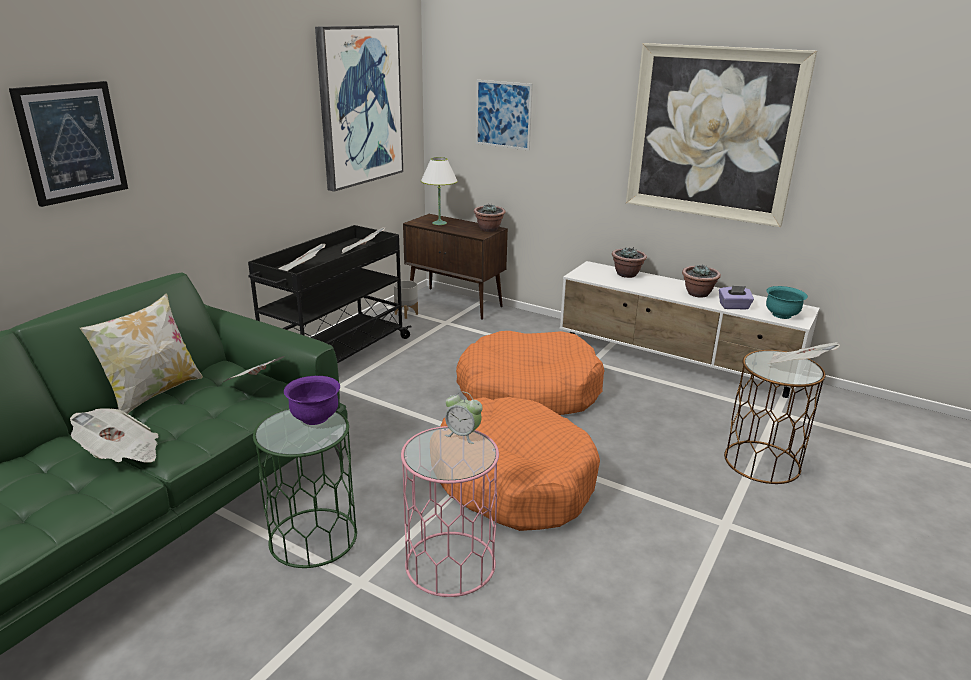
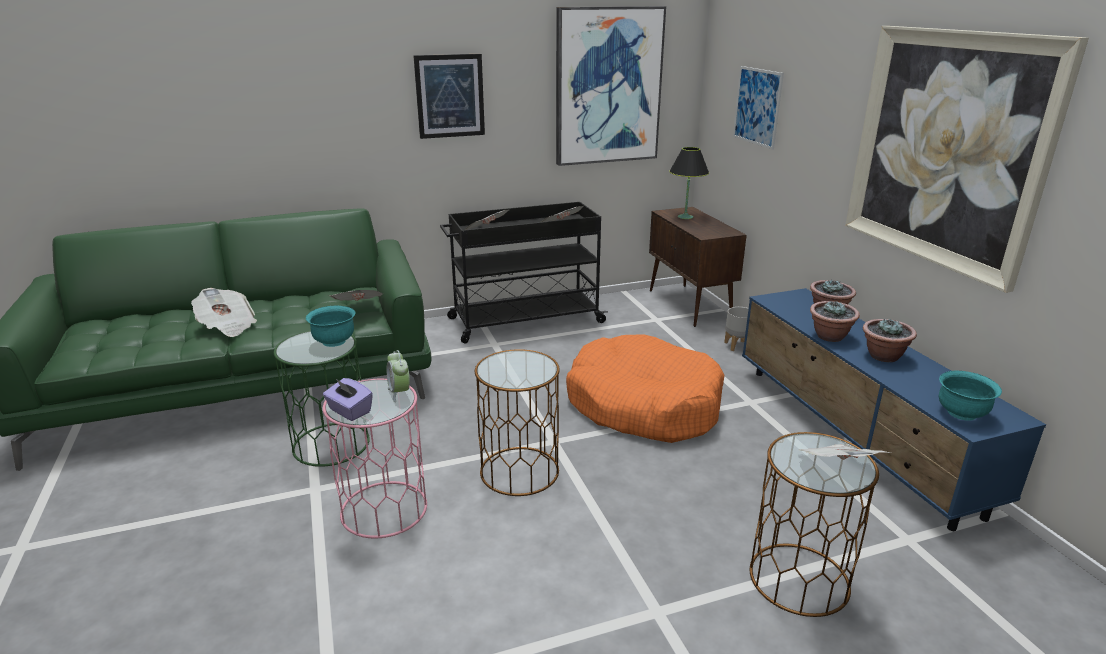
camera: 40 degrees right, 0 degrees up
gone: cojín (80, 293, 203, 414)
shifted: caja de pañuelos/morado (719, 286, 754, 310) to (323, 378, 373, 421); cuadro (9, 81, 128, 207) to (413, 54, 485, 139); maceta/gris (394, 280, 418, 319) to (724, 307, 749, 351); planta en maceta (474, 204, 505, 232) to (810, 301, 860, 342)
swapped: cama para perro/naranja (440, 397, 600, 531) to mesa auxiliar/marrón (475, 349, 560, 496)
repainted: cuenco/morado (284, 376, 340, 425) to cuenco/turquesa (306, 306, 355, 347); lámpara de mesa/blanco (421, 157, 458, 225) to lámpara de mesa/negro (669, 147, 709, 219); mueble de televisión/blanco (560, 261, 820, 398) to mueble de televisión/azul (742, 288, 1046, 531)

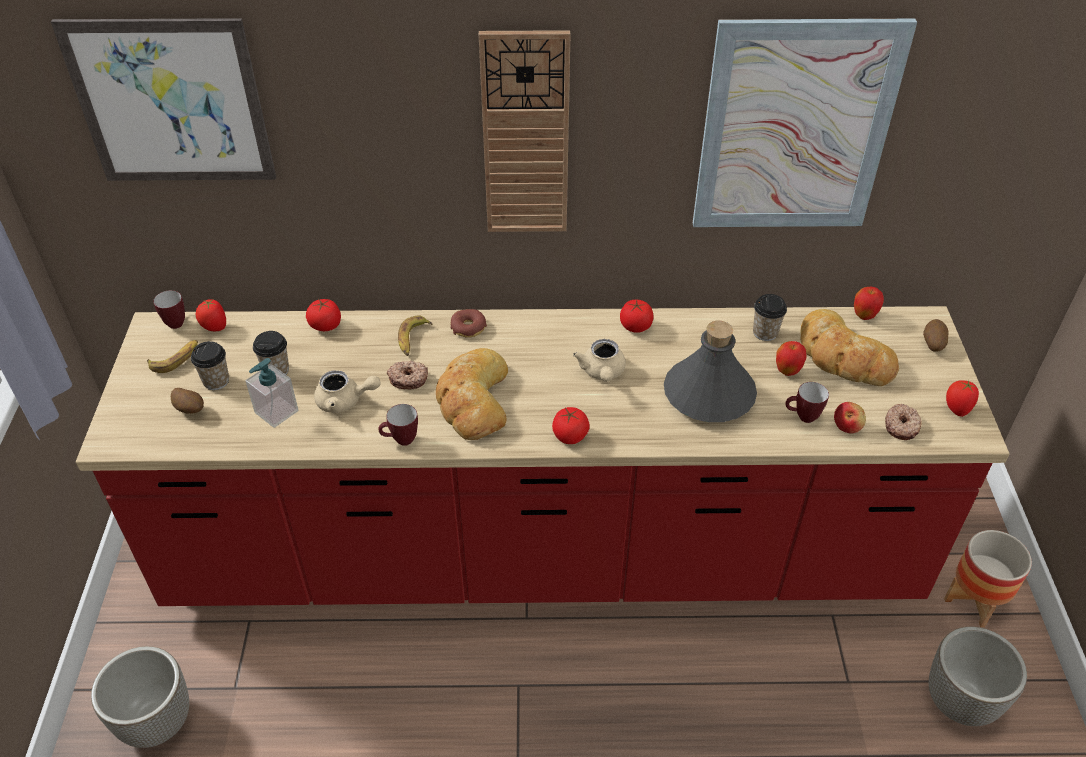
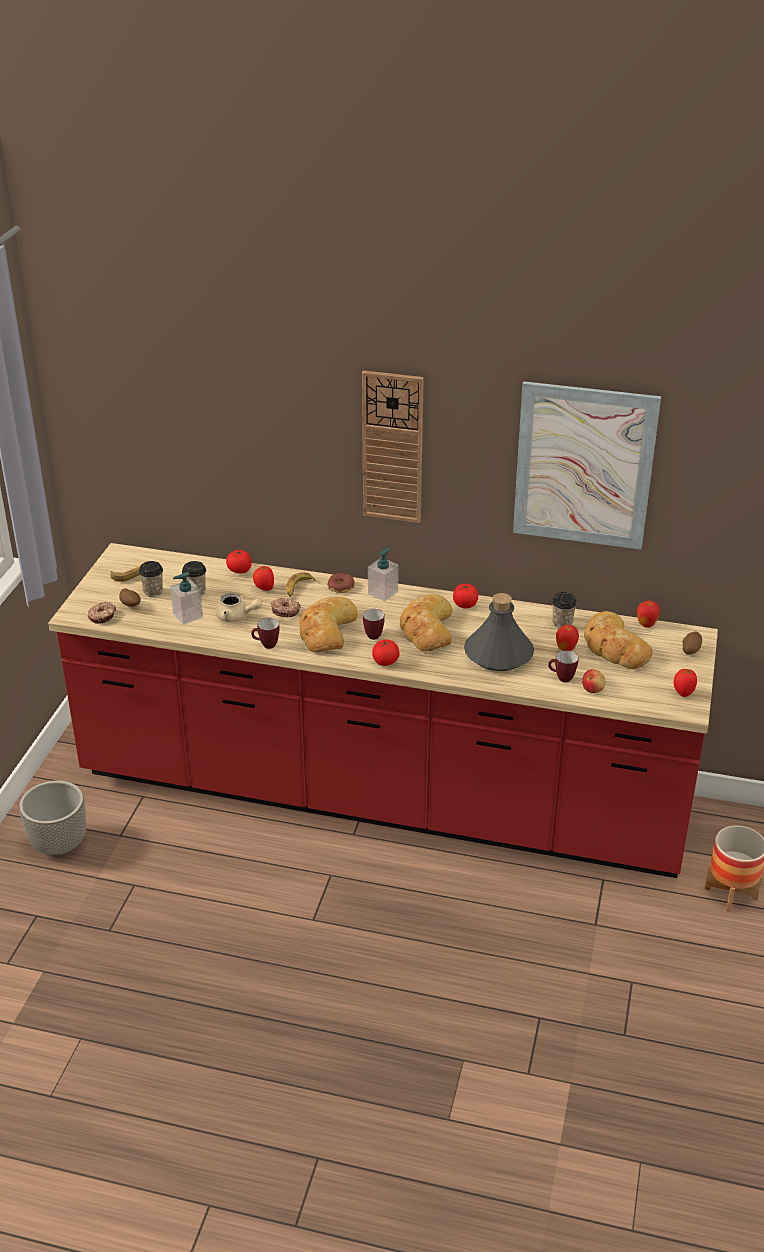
camera: 15 degrees right, 10 degrees down
gone: cuadro (51, 18, 276, 181); maceta (929, 627, 1027, 726)
new: dispensador de jabón (368, 547, 399, 601)
shifted: rosquilla (885, 404, 922, 440) to (88, 602, 116, 624); tomate (196, 299, 226, 331) to (253, 566, 274, 591); taza grande (153, 290, 185, 329) to (363, 609, 385, 640)
swapped: tetera/beis (573, 339, 626, 382) to pan (400, 594, 452, 652)

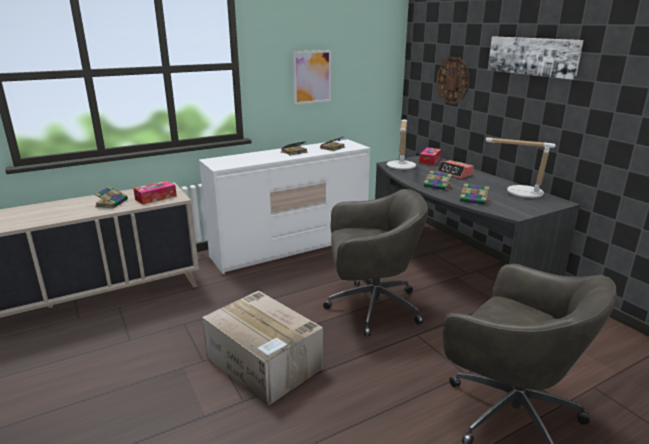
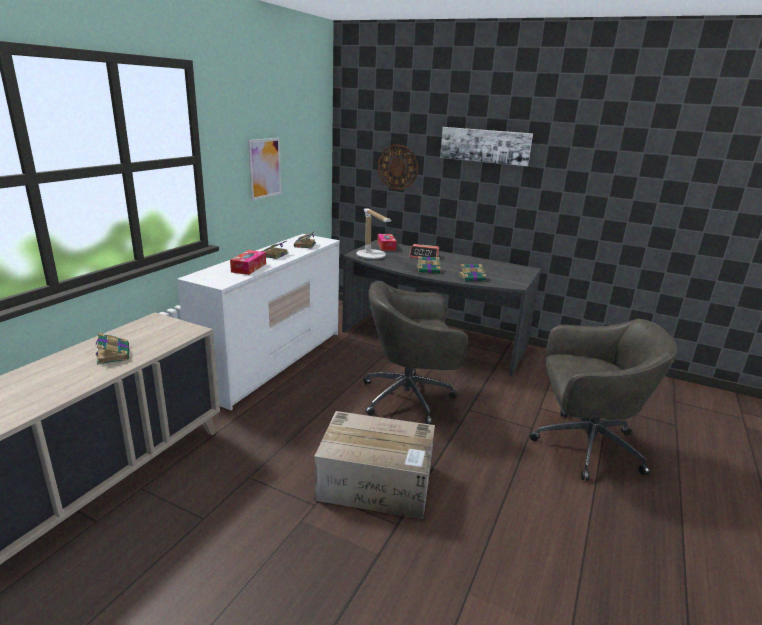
camera: 35 degrees left, 0 degrees up
gone: lámpara de mesa (486, 137, 556, 198)
shifted: caja de pañuelos (133, 181, 177, 204) to (230, 250, 266, 275)
rotated: silla de oficina/gris (323, 189, 428, 336) = (363, 281, 468, 425) 150 degrees counterclockwise

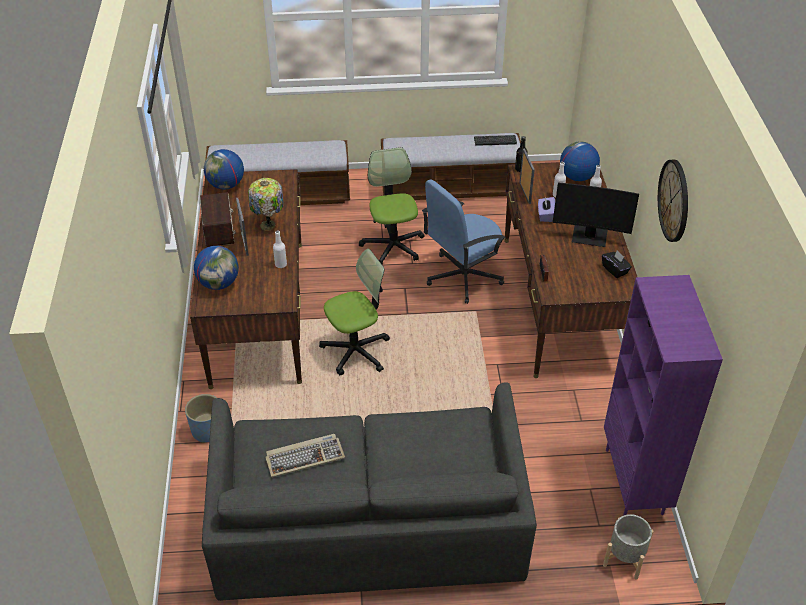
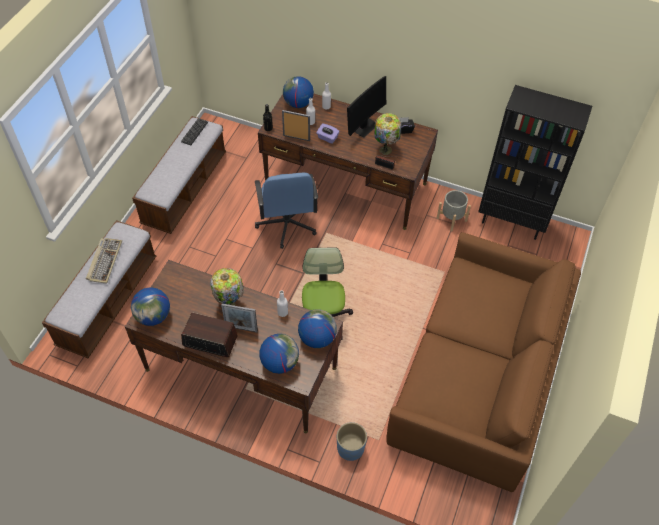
camera: 65 degrees left, 10 degrees up
gone: silla de oficina (359, 147, 425, 264); reloj de pared (658, 159, 688, 242)
new: globo terráqueo (298, 309, 337, 348); lámpara de mesa (374, 113, 401, 155)
shifted: teclado (265, 434, 345, 478) to (86, 238, 122, 284); maceta/gris (603, 514, 654, 579) to (437, 190, 471, 232)
repainted: sofá/gris (202, 382, 537, 601) to sofá/marrón (386, 232, 581, 492); estantería/morado (604, 275, 723, 516) to estantería/negro (478, 85, 592, 240)

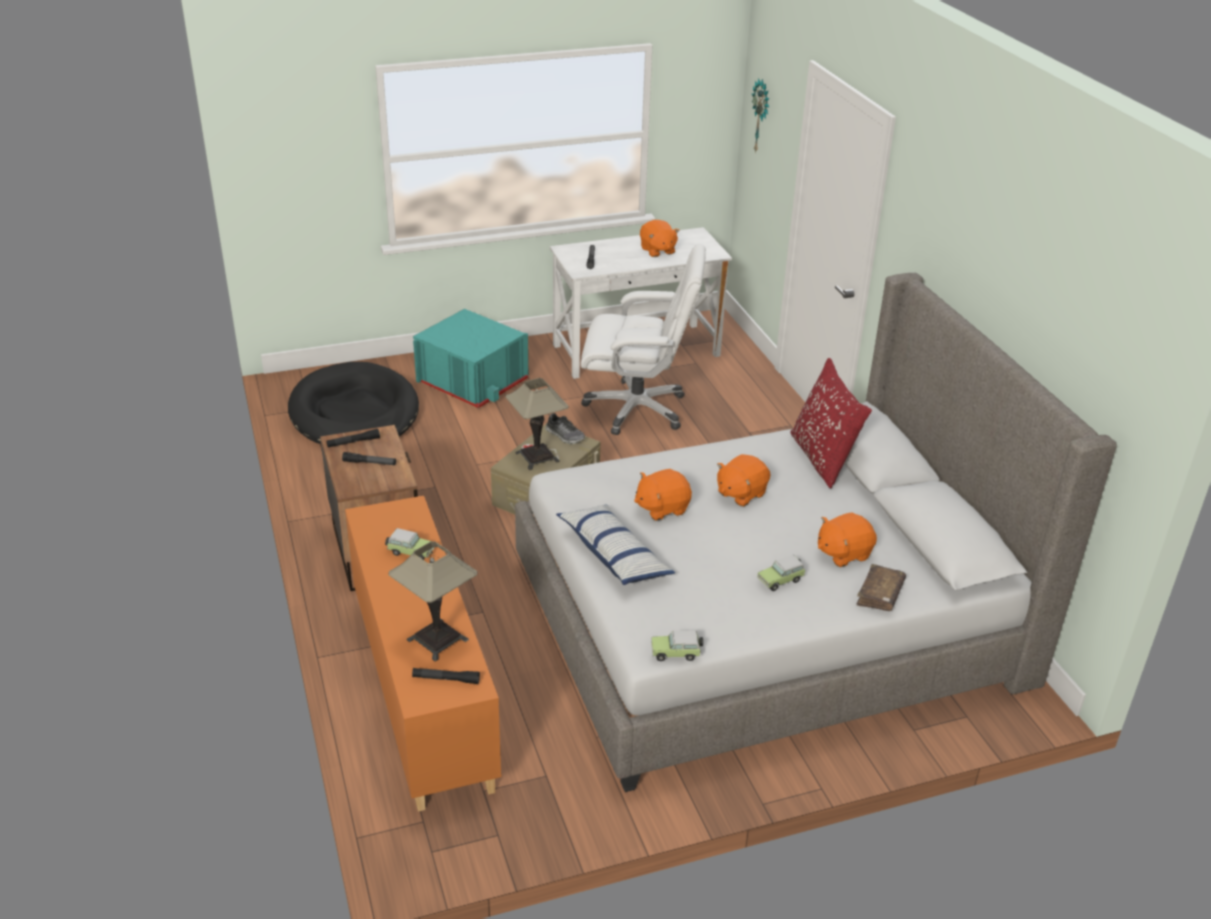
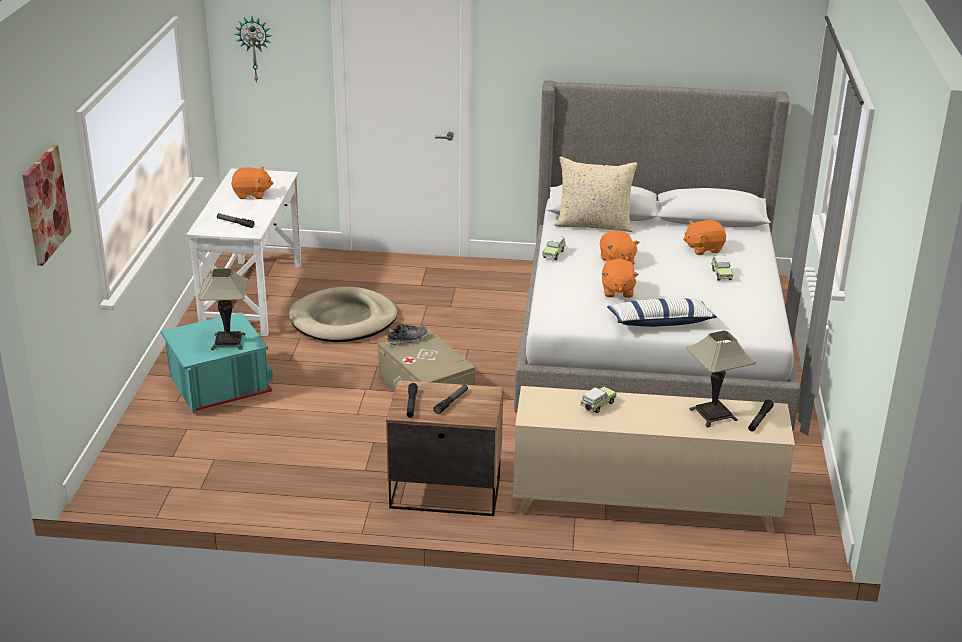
camera: 65 degrees left, 5 degrees down
gone: cama para perro/negro (288, 362, 419, 444); libro/marrón (857, 564, 906, 611)
new: cuadro (22, 145, 71, 266)
shifted: lámpara de mesa (505, 378, 569, 470) to (198, 268, 248, 350); coche de juguete (651, 631, 703, 661) to (542, 235, 566, 260)
swapped: silla de oficina/blanco (581, 244, 706, 435) to cama para perro/beis (289, 287, 397, 342)
repainted: armario/naranja (345, 496, 501, 812) to armario/beis (513, 386, 795, 533); cojín/rojo (791, 358, 872, 488) to cojín/beis (554, 157, 637, 232)
rotated: peluche/naranja (818, 513, 877, 567) = (683, 220, 726, 255) 75 degrees clockwise

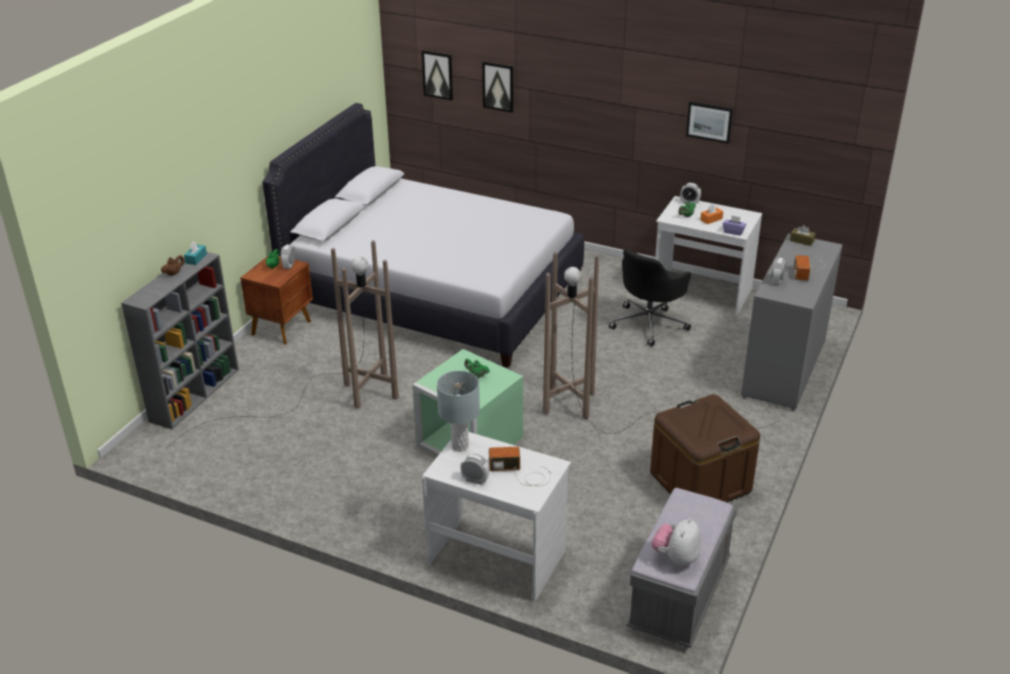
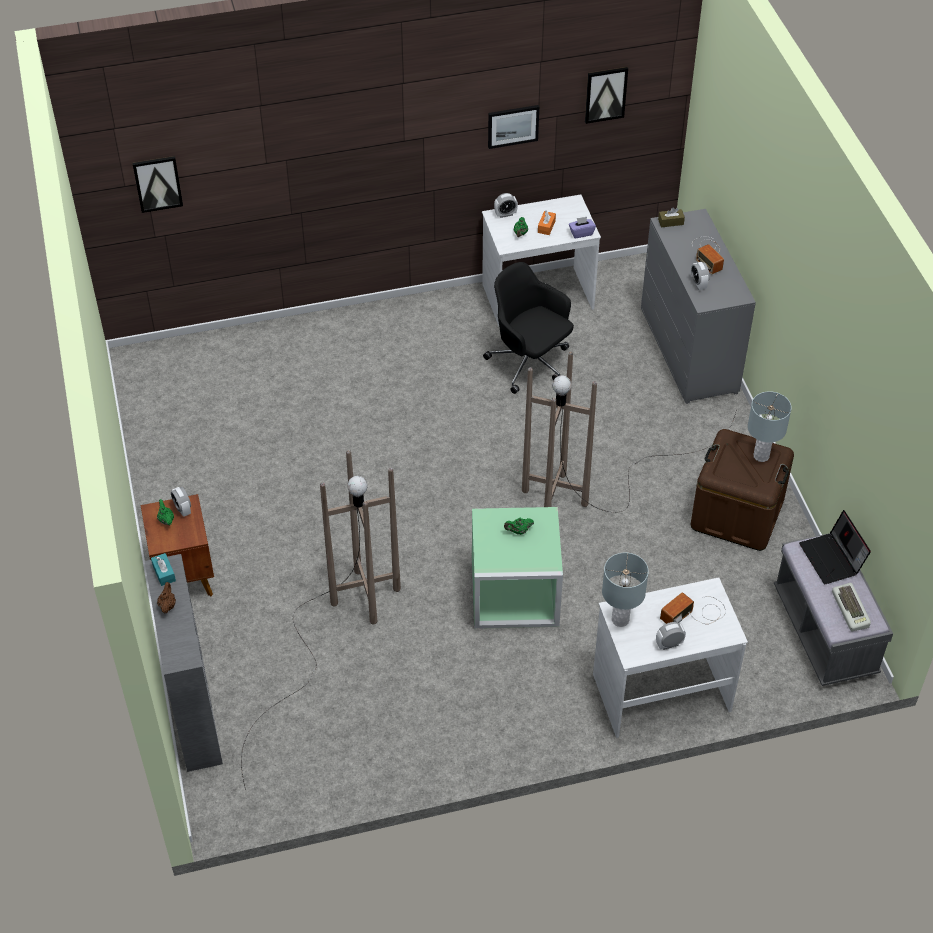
camera: 40 degrees left, 15 degrees up
gone: cama/blanco (262, 103, 584, 368)
new: lámpara de mesa/gris (748, 391, 792, 462); portátil (799, 510, 871, 584)
shifted: cuadro (482, 61, 513, 113) to (585, 67, 628, 124)
swapped: peluche (652, 518, 701, 566) to teclado (832, 583, 871, 631)
rotated: silla de oficina/negro (609, 249, 691, 347) = (483, 262, 574, 394) 135 degrees clockwise

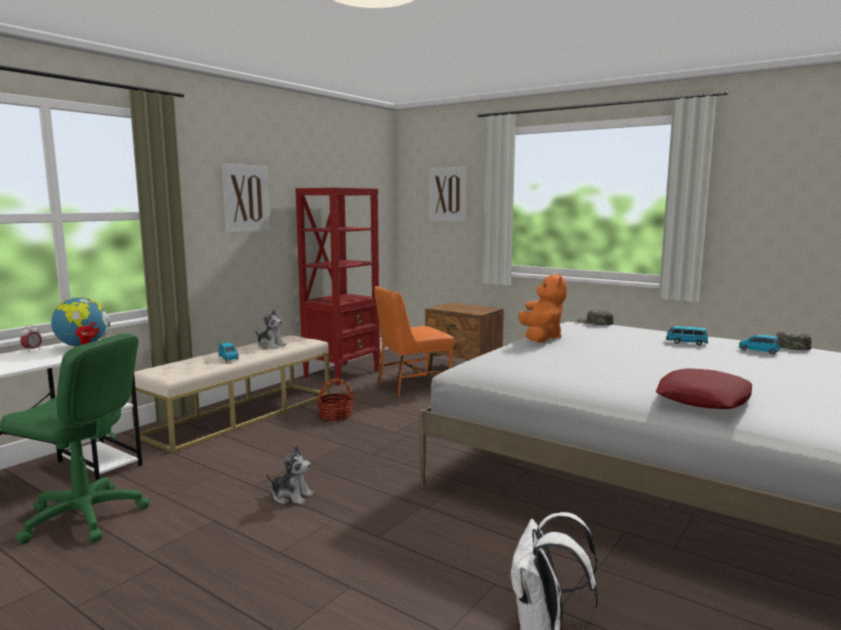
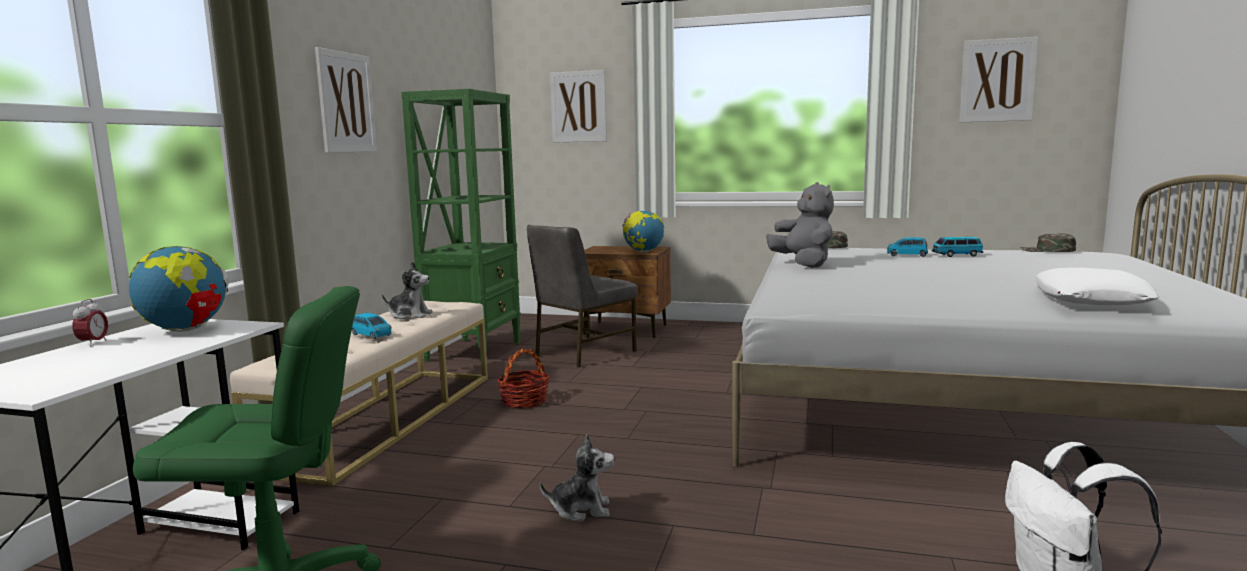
camera: 20 degrees left, 0 degrees up
new: globo terráqueo (622, 211, 664, 252); cuadro (960, 37, 1038, 122)
shifted: coche de juguete/azul (739, 335, 780, 355) to (887, 237, 928, 257)
repainted: estantería/rojo (295, 188, 380, 385) to estantería/verde (401, 89, 521, 362); silla/naranja (374, 286, 455, 396) to silla/gris (527, 225, 638, 368); peluche/naranja (519, 273, 567, 342) to peluche/gris (766, 182, 834, 268); cojín/rojo (656, 368, 752, 409) to cojín/blanco (1036, 268, 1159, 305)

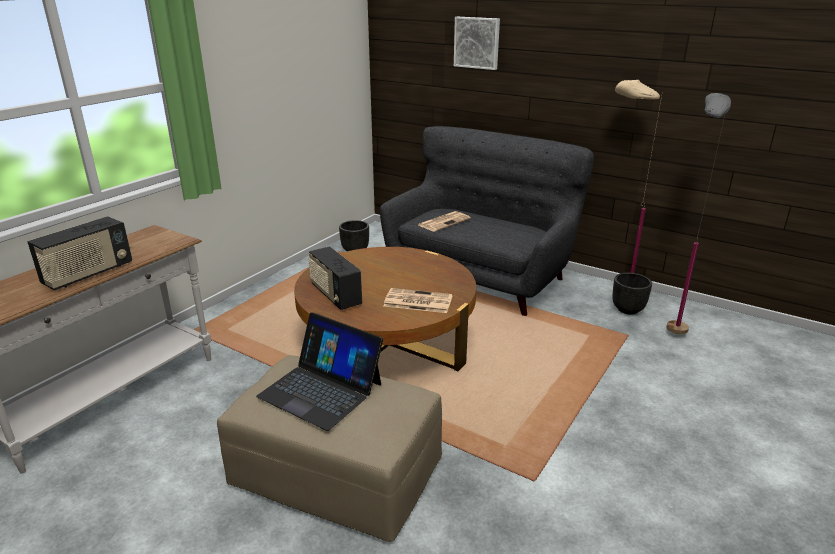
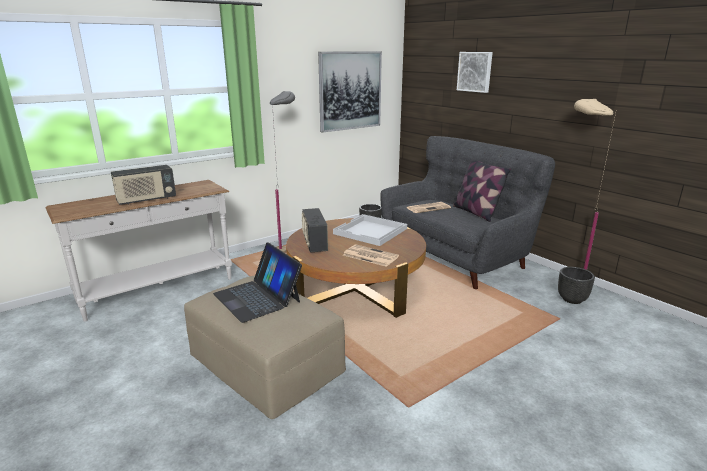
camera: 20 degrees right, 5 degrees down
new: cuadro (318, 51, 382, 133); bandeja/blanco (333, 214, 407, 246); cojín (453, 161, 511, 222)
shifted: lámpara de pie/gris (666, 93, 731, 334) to (270, 91, 295, 253)

